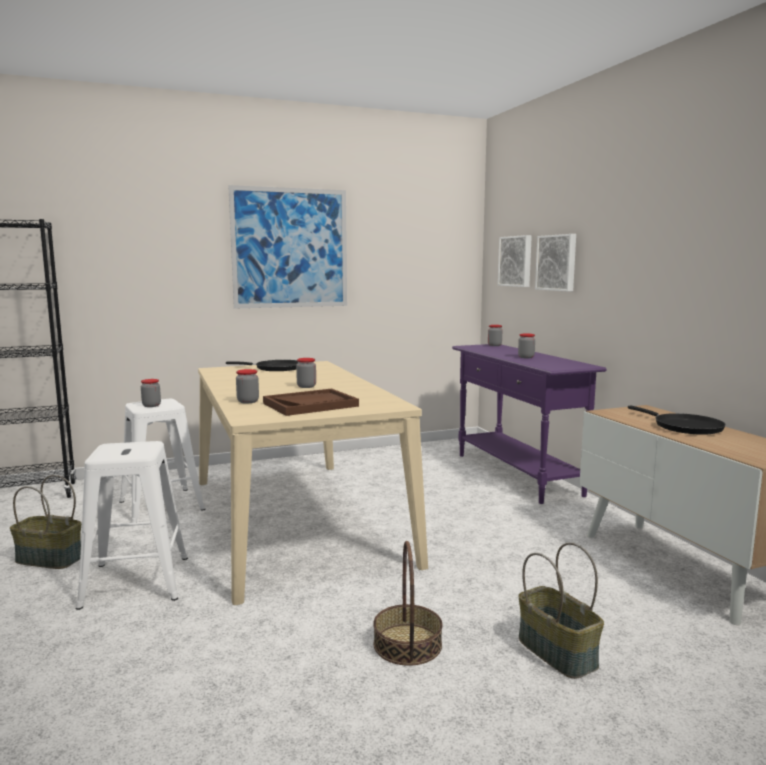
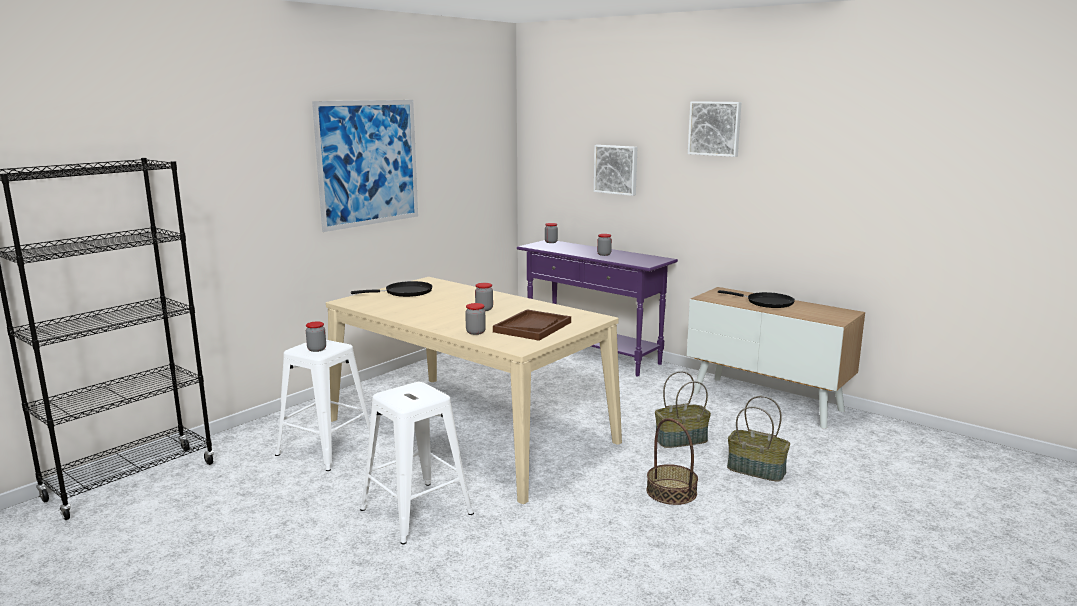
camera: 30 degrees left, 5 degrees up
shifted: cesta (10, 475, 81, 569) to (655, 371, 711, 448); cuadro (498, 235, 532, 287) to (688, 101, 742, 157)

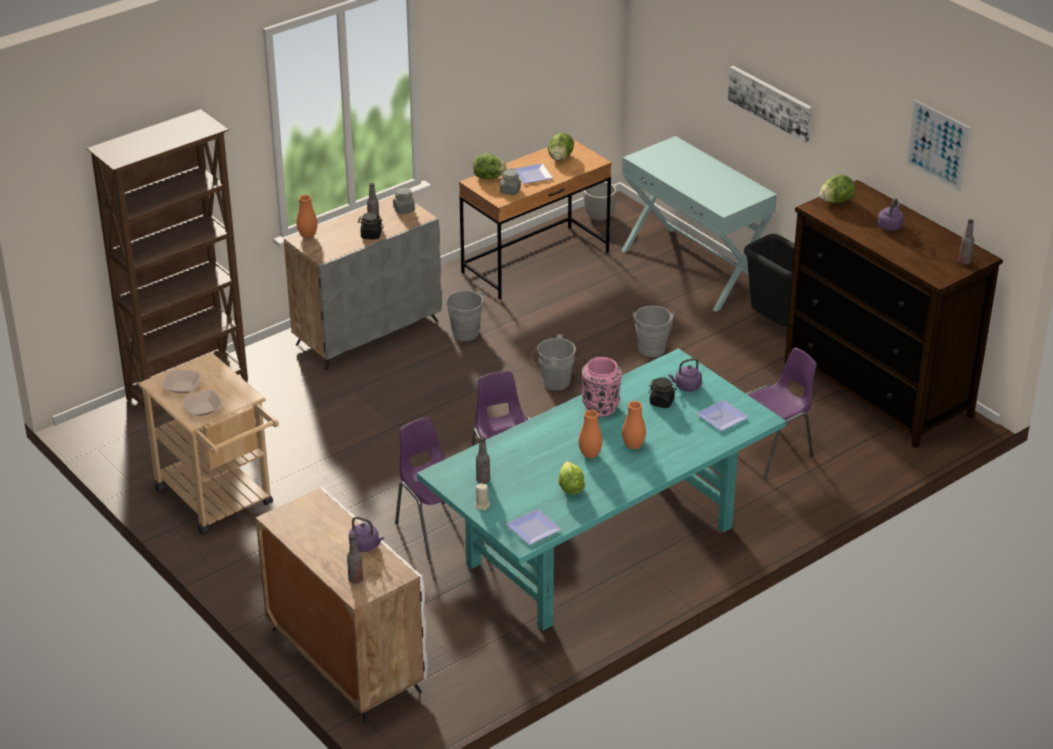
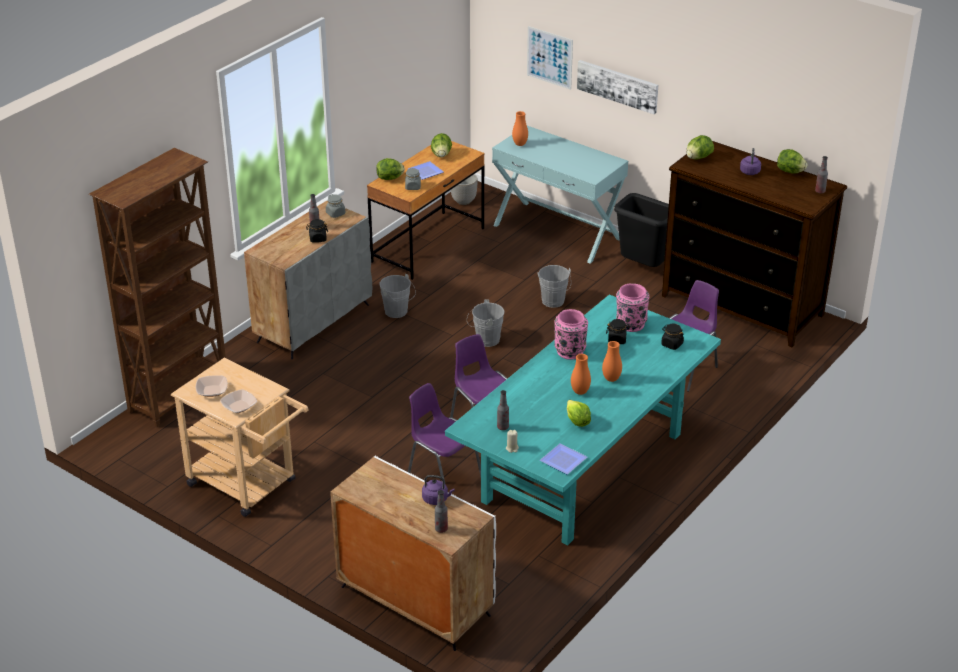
camera: 15 degrees left, 0 degrees up
new: lechuga (777, 149, 807, 174)
shifted: florero/naranja (297, 195, 317, 239) to (512, 111, 528, 146); cuadro (906, 100, 970, 192) to (527, 26, 573, 90)
swapped: hervidor/morado (668, 358, 702, 392) to florero/rosa (616, 283, 649, 332); plato (696, 400, 749, 431) to tarro/negro (661, 324, 684, 350)

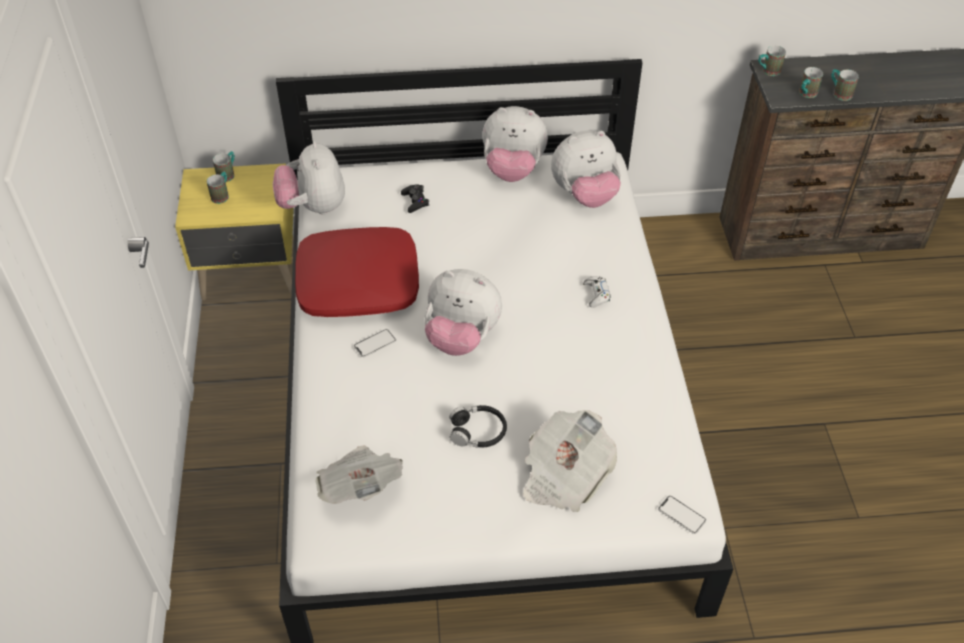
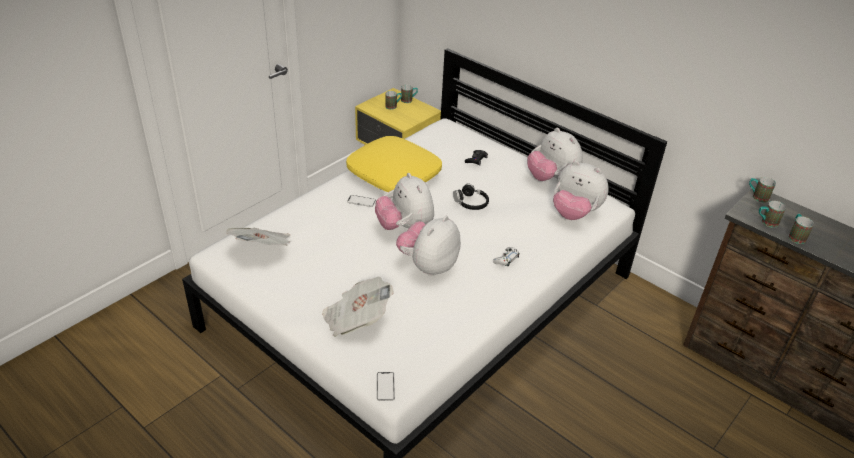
camera: 45 degrees right, 10 degrees down
shifted: peluche (273, 140, 345, 215) to (396, 216, 461, 276); auriculares/negro (449, 405, 507, 448) to (453, 183, 489, 210)
repainted: cojín/rojo (295, 227, 419, 317) to cojín/amarillo (346, 136, 442, 192)

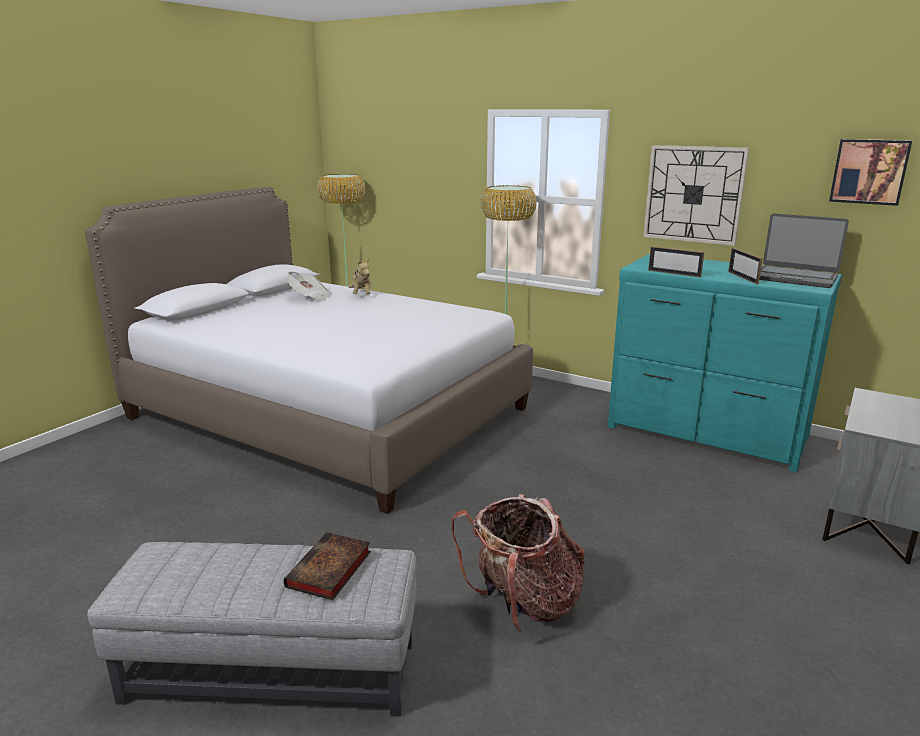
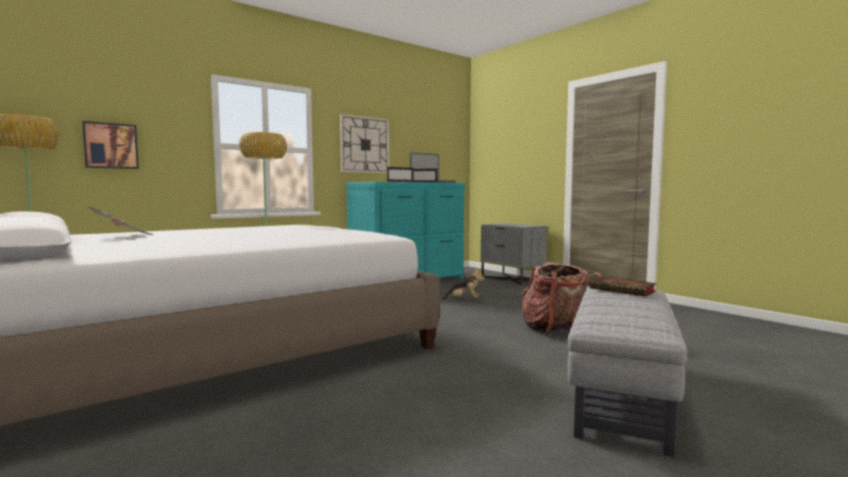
camera: 70 degrees left, 15 degrees down
shifted: cuadro (829, 139, 912, 206) to (82, 121, 139, 169); peluche (348, 259, 371, 294) to (441, 268, 485, 300)

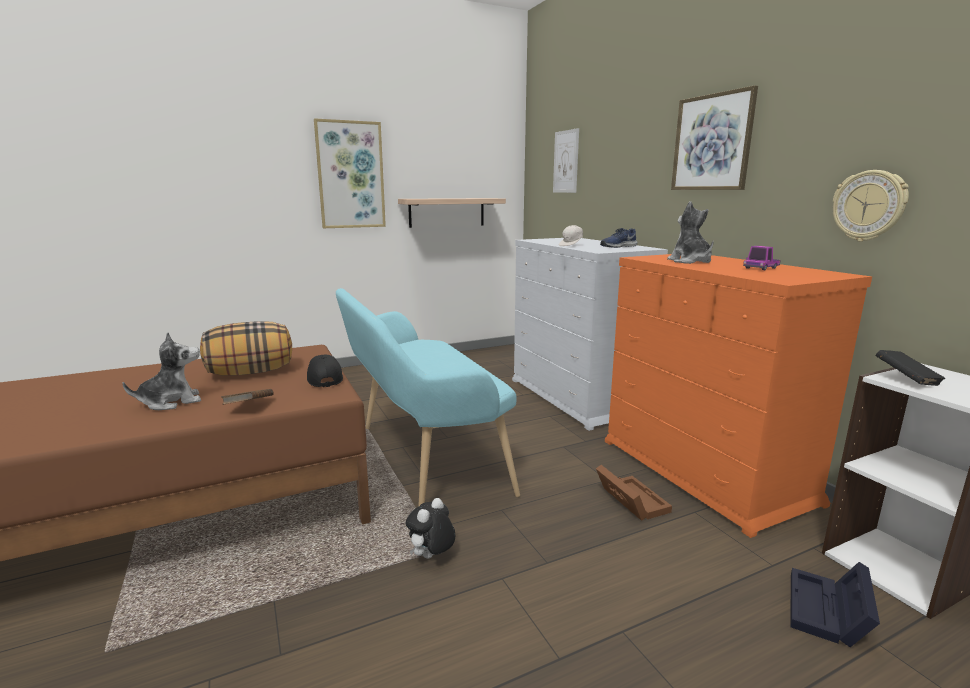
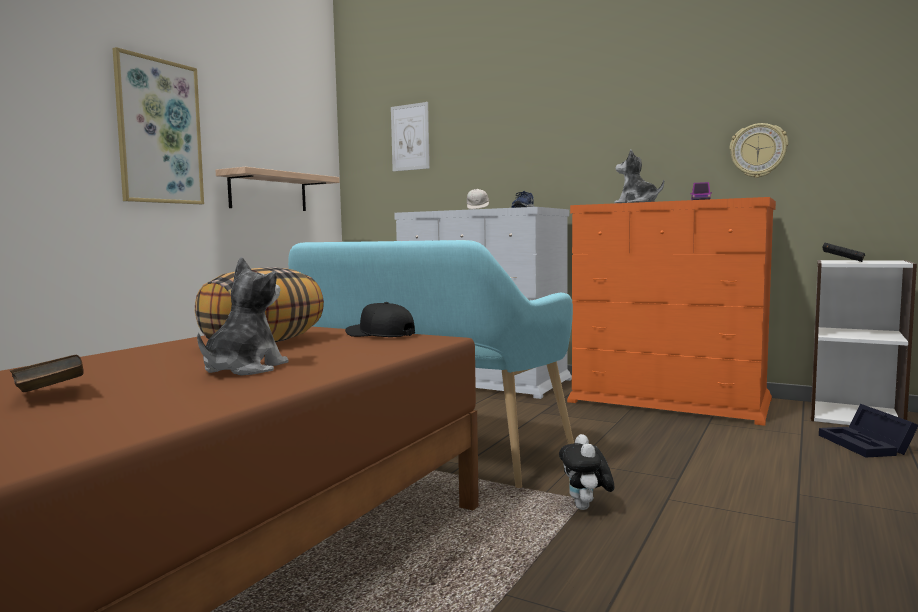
camera: 35 degrees left, 10 degrees down
gone: caja de almacenaje/marrón (596, 465, 672, 521); cuadro (671, 85, 758, 190)
shifted: libro/marrón (221, 389, 274, 405) to (10, 355, 84, 392)

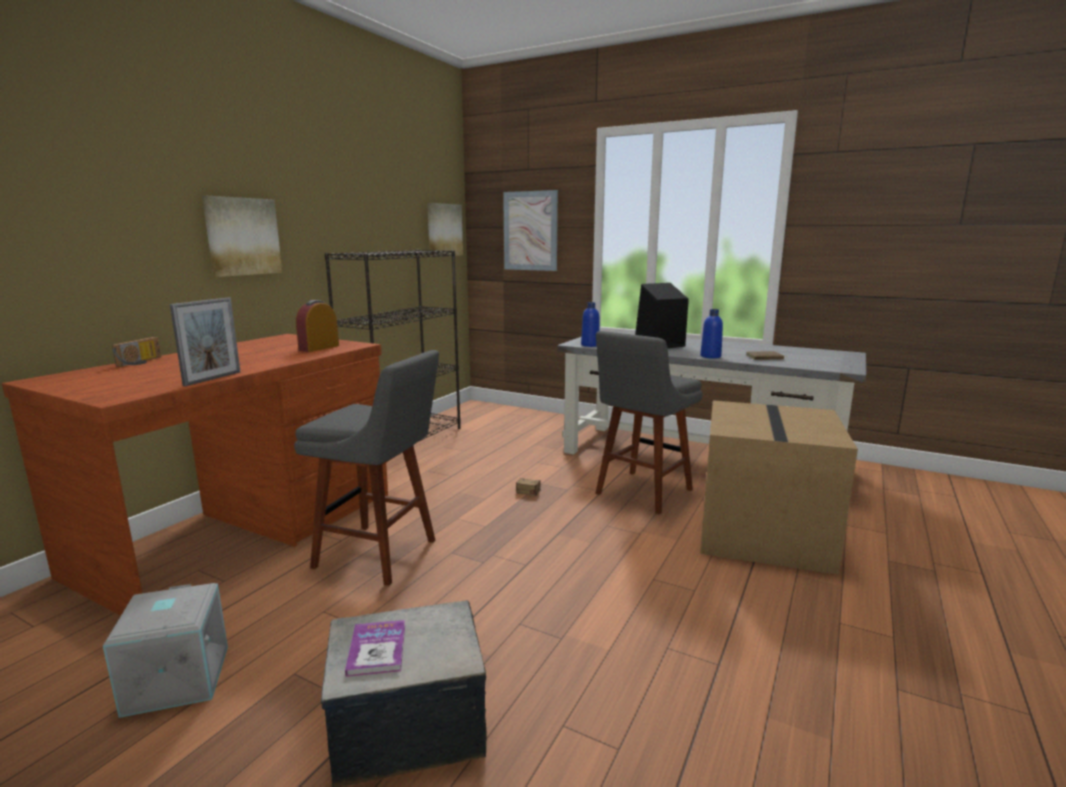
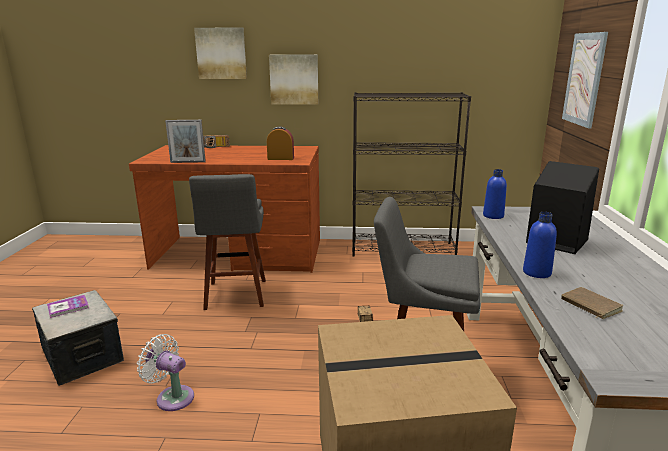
camera: 65 degrees right, 5 degrees up
gone: caja de almacenaje/gris (103, 583, 228, 718)
new: ventilador/blanco (137, 334, 194, 411)
shifted: cuadro (427, 203, 463, 257) to (194, 27, 247, 79)

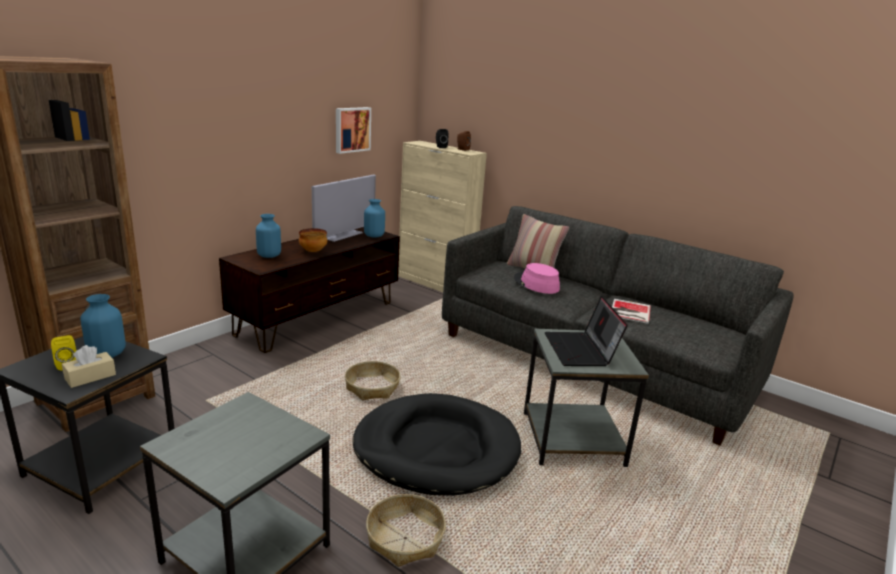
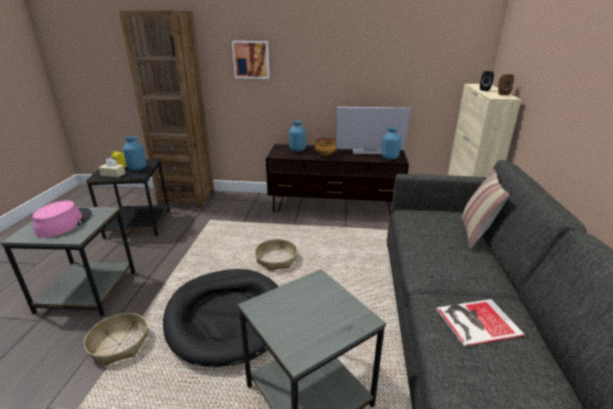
camera: 60 degrees right, 5 degrees up
gone: portátil (545, 296, 628, 366)
shifted: sombrero/rosa (514, 263, 560, 294) to (33, 200, 92, 238); cuadro (336, 107, 371, 154) to (232, 41, 270, 79)

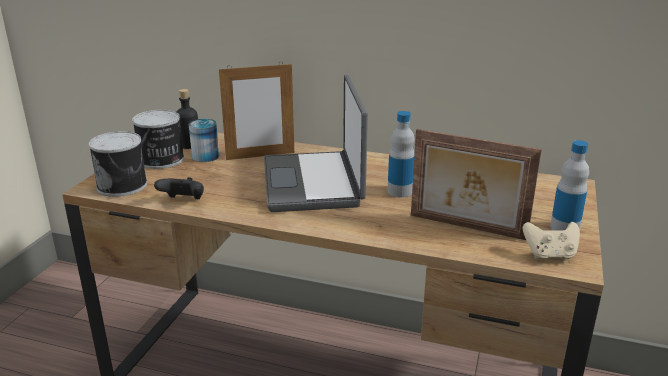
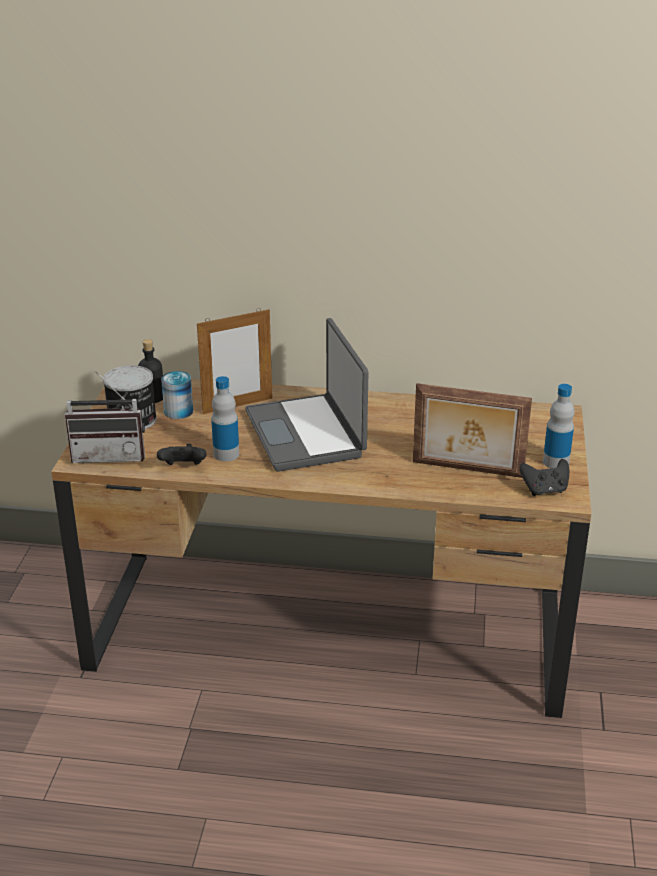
camera: 10 degrees left, 5 degrees up
shifted: botella (388, 111, 415, 198) to (211, 376, 239, 462)
swapped: lata (89, 131, 147, 197) to radio (65, 371, 145, 463)
repainted: mando de consola/beis (523, 222, 580, 260) to mando de consola/negro (520, 459, 569, 496)

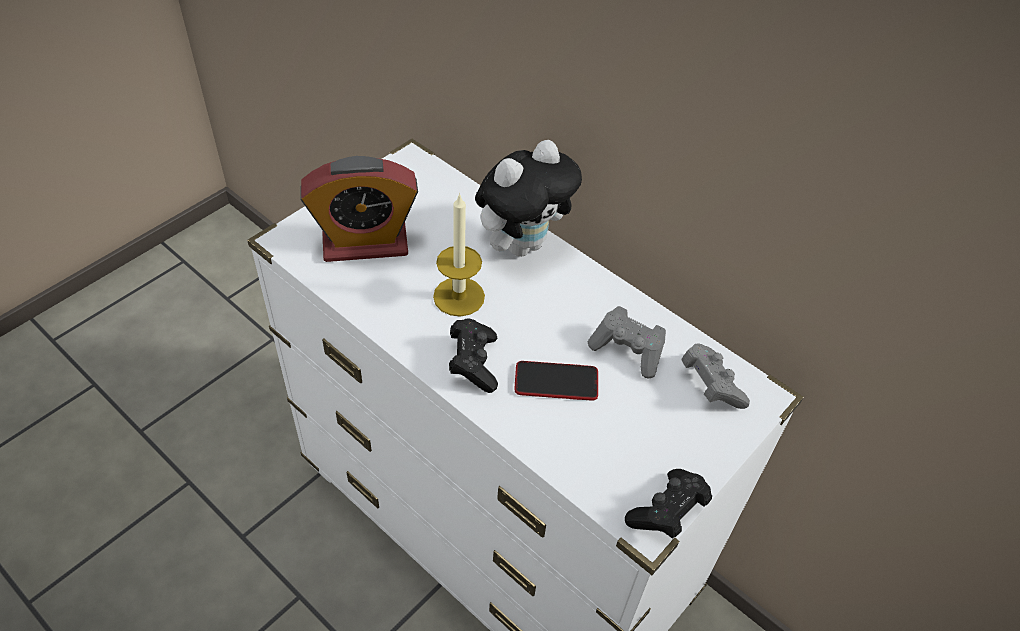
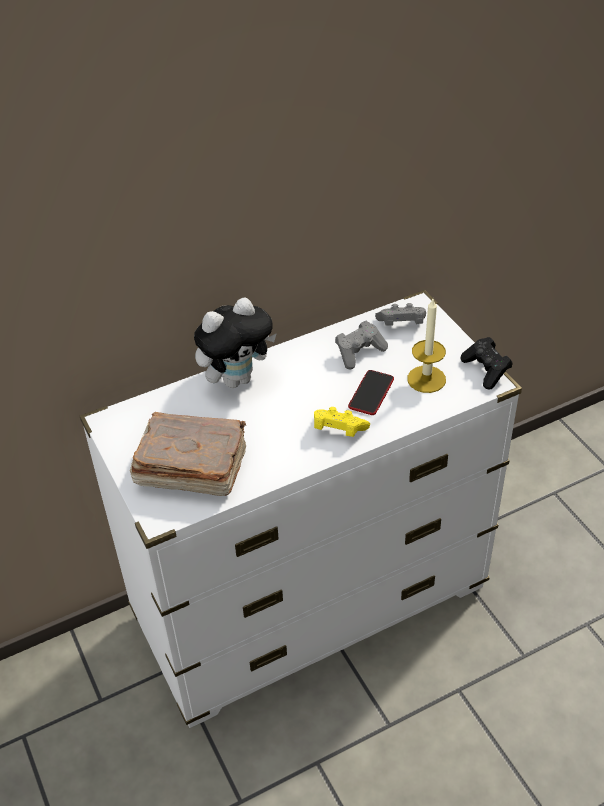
camera: 65 degrees left, 5 degrees down
shifted: vela (433, 193, 485, 317) to (407, 299, 446, 393)
swapped: despertador (301, 156, 418, 262) to libro/marrón (130, 412, 246, 496)
repainted: mando de consola/negro (449, 318, 498, 393) to mando de consola/amarillo (314, 407, 370, 437)
rotated: peluche (475, 140, 582, 257) = (194, 297, 277, 388) 75 degrees clockwise

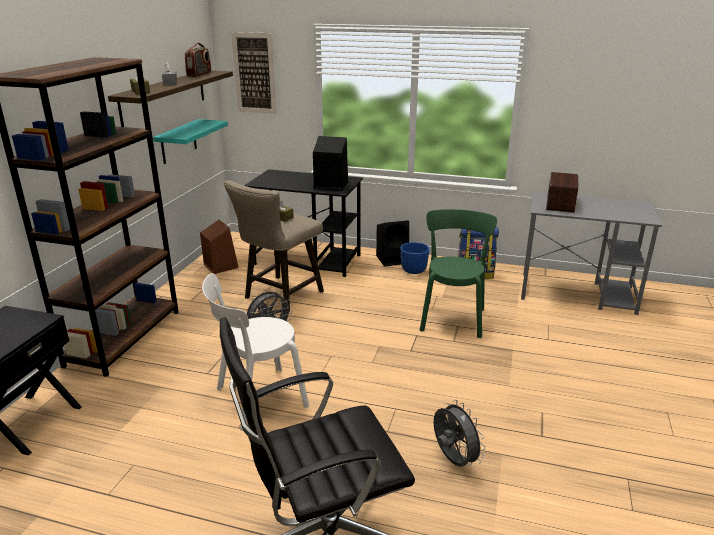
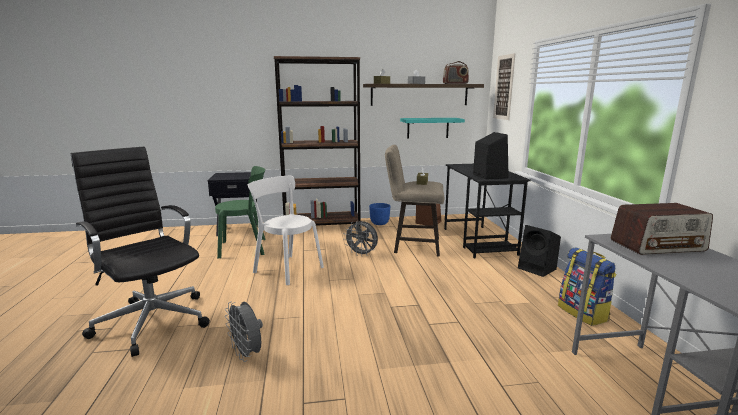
camera: 65 degrees right, 10 degrees down
shifted: silla/verde (420, 209, 497, 338) to (215, 166, 265, 259); maceta/azul (401, 242, 430, 274) to (369, 203, 390, 225)
rotated: ventilador/gris (434, 400, 486, 467) = (225, 301, 263, 362) 105 degrees clockwise

